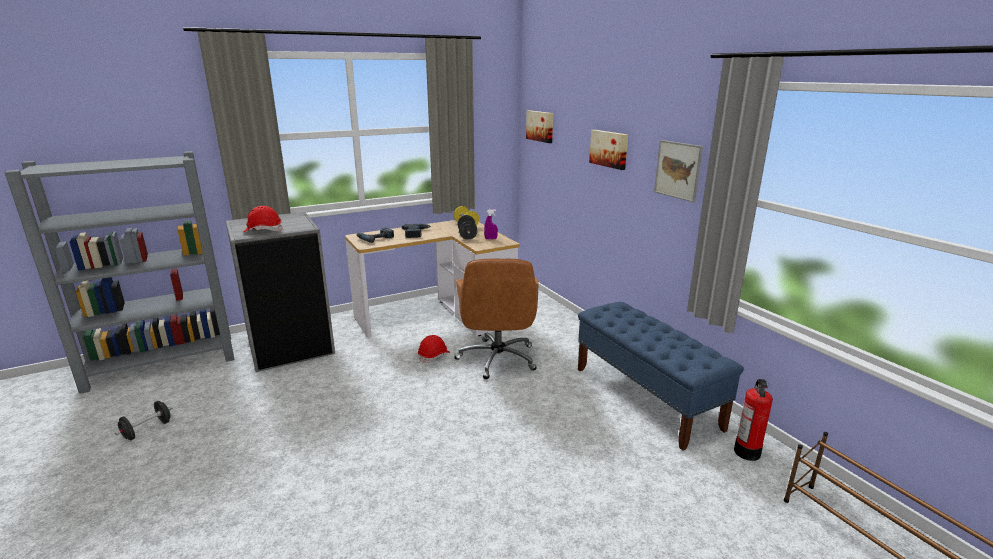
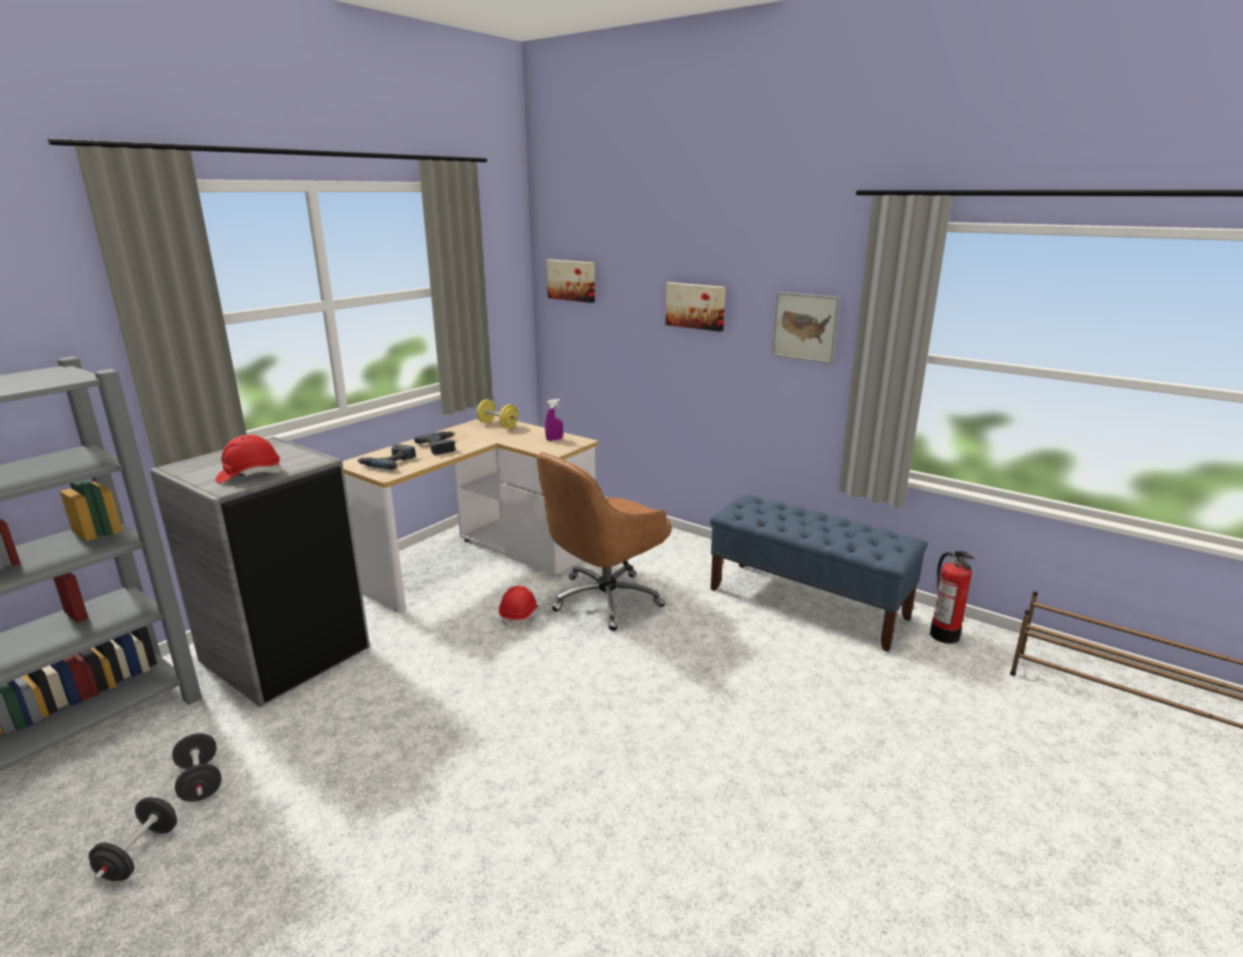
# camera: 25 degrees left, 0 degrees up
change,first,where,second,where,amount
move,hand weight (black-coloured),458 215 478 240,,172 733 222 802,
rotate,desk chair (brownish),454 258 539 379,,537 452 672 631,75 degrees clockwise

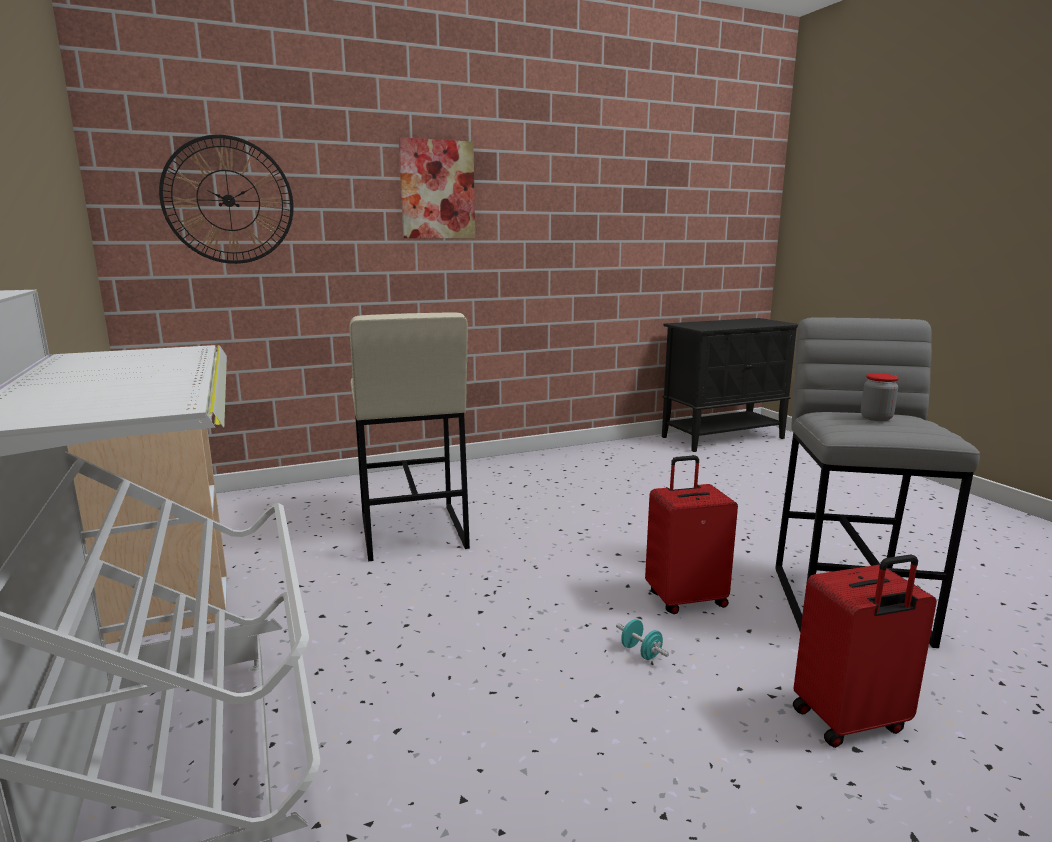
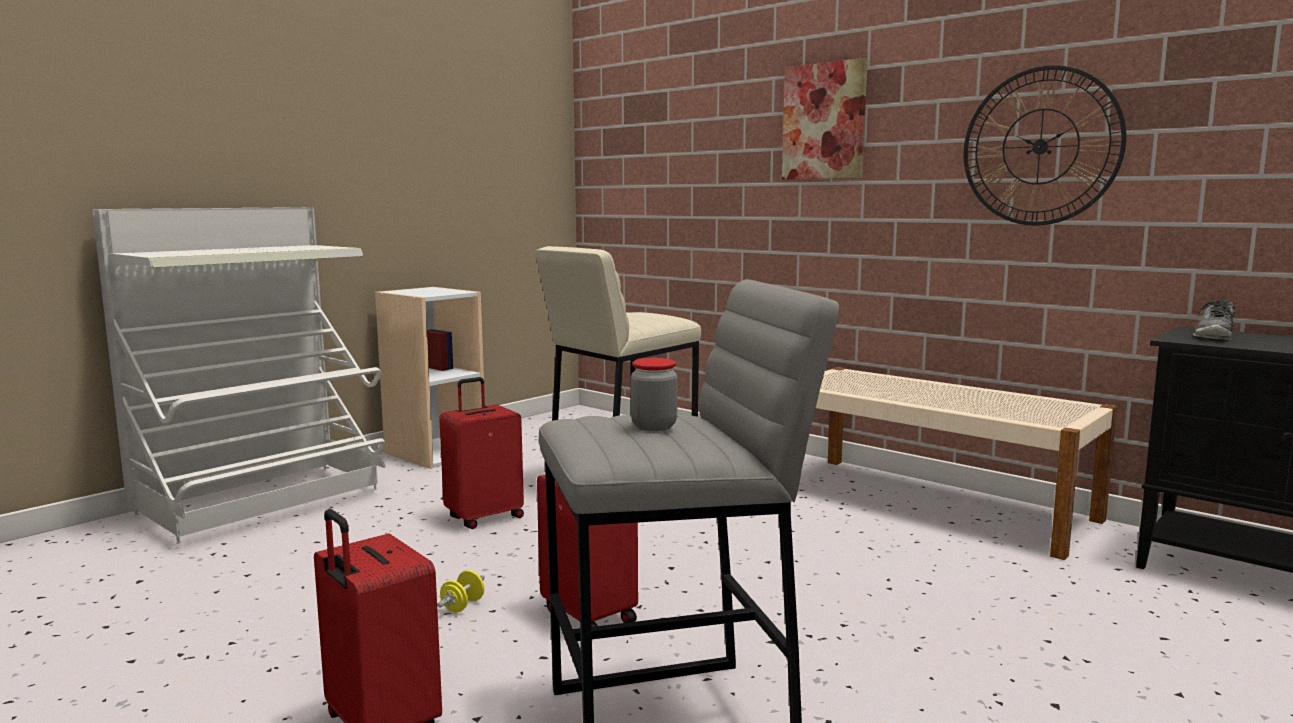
# camera: 65 degrees right, 5 degrees down
change,first,where,second,where,amount
recolor,hand weight (blue-green),616 619 669 660,hand weight (yellowish),437 570 485 612,
insert,,,piece of luggage (red-coloured),439 377 524 529,
insert,,,bench (beige),816 367 1117 560,
move,hanging clock,159 135 294 264,,963 65 1127 226,
insert,,,shoe,1193 299 1235 340,

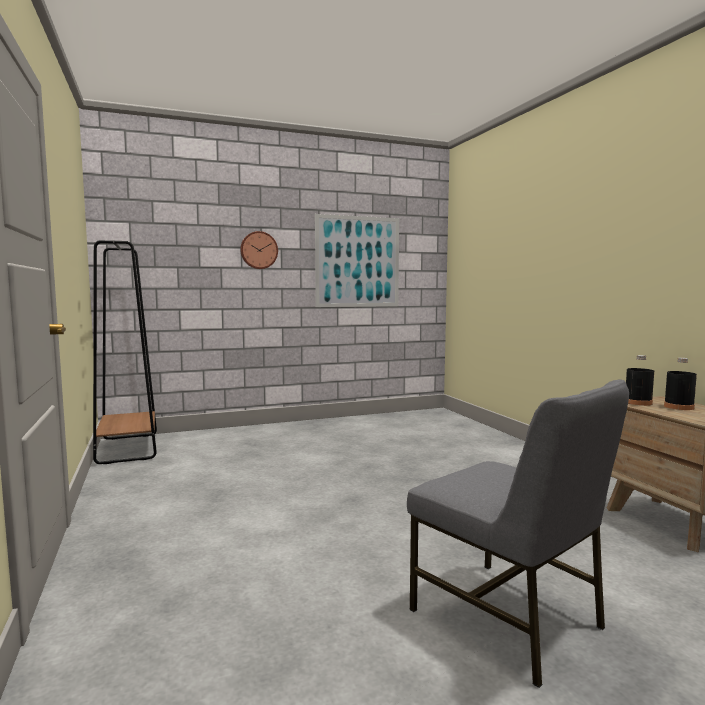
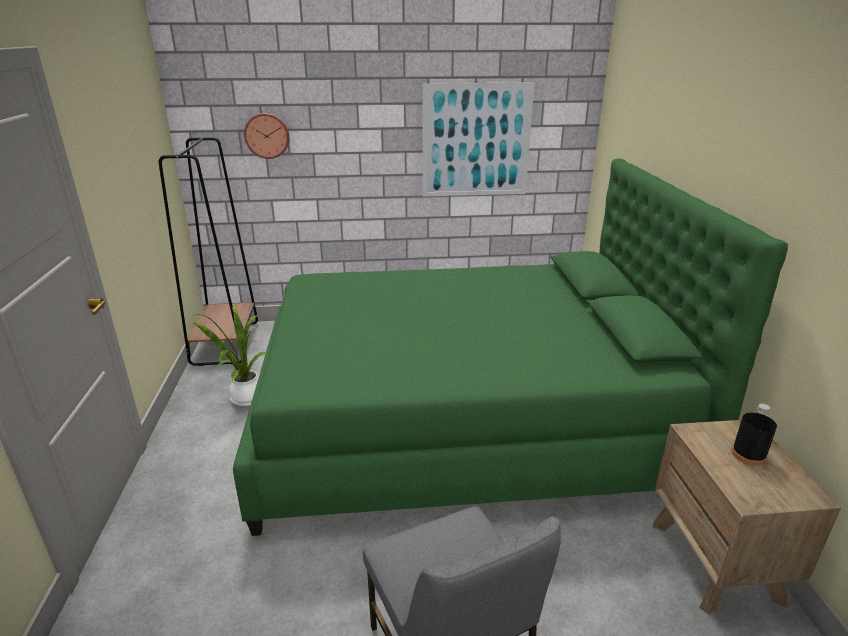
# camera: 15 degrees right, 20 degrees up
change,first,where,second,where,amount
insert,,,plant in a pot,193 305 266 406,
insert,,,sleeping bed (green),233 158 788 536,
move,hanging clock,240 231 278 269,,244 113 290 159,
delete,bottle (black-coloured),626 355 654 406,,,

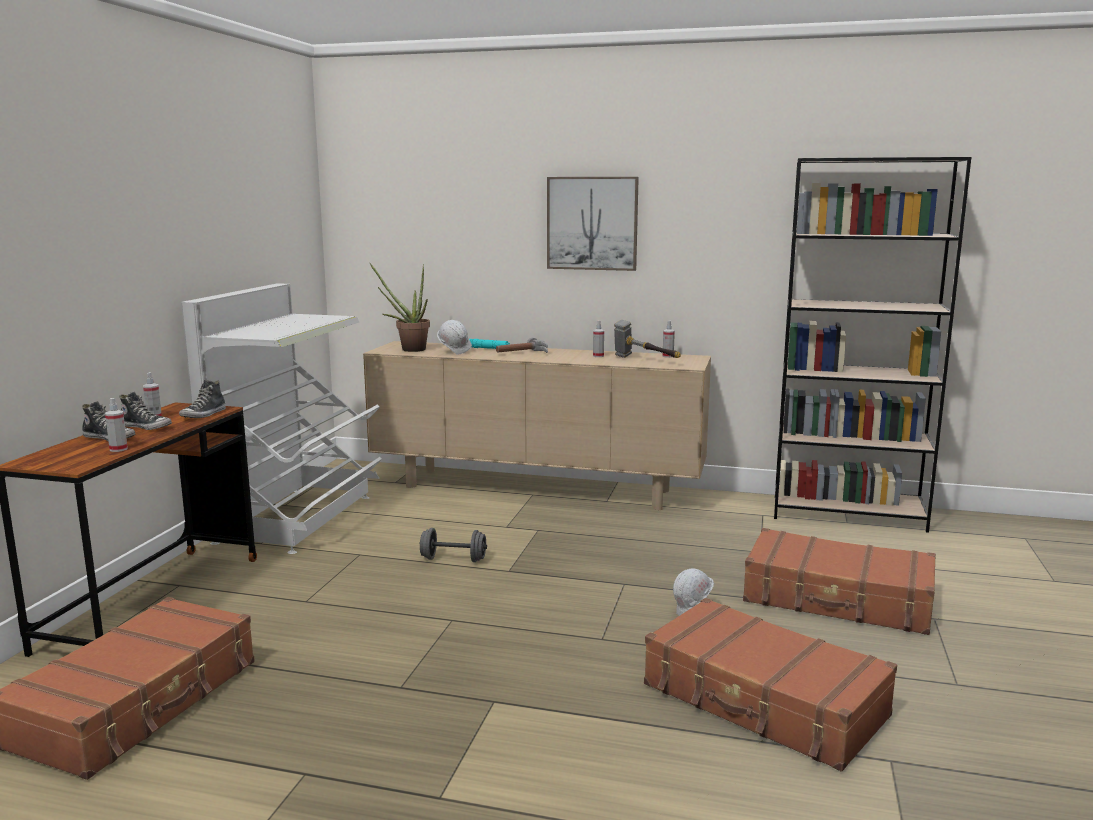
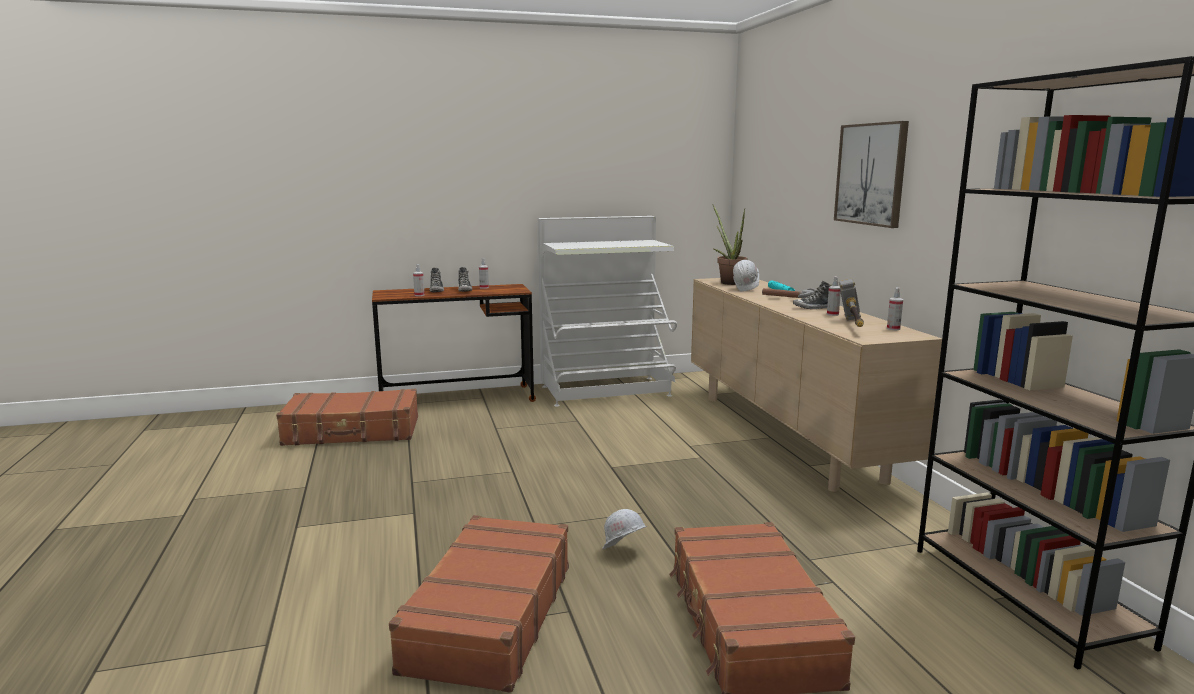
# camera: 60 degrees right, 0 degrees up
change,first,where,second,where,amount
move,shoe,179 380 226 418,,793 281 833 309,
delete,hand weight (grey),420 528 487 562,,,

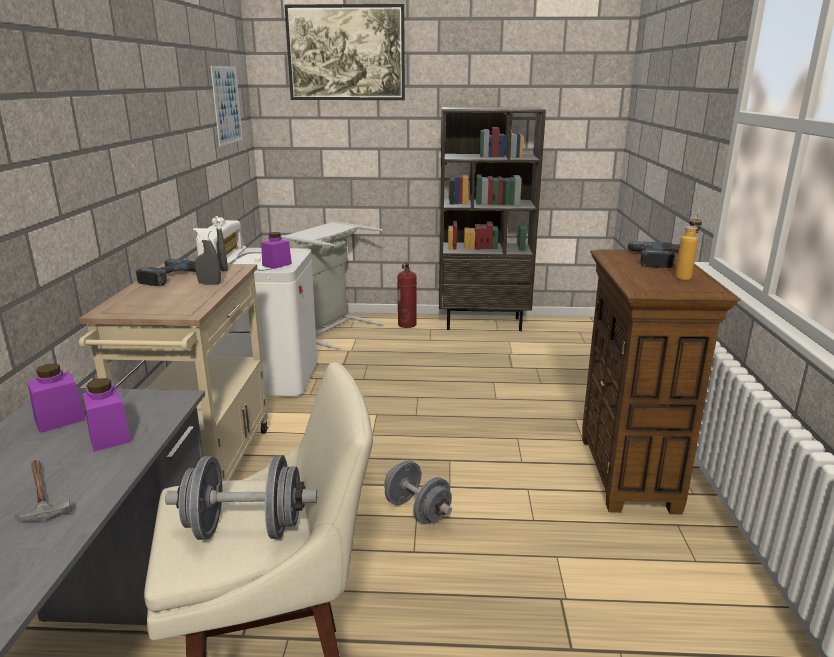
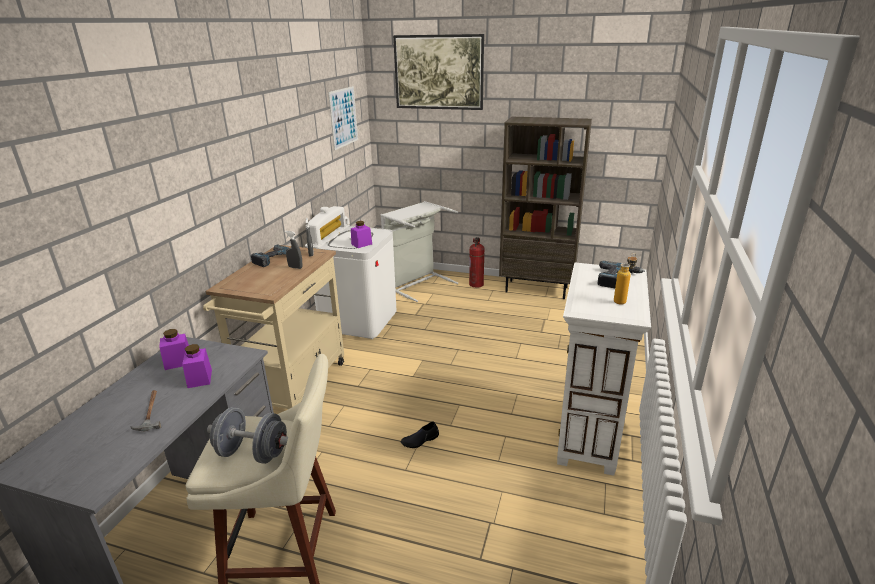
# camera: 15 degrees right, 5 degrees up
change,first,where,second,where,amount
replace,hand weight (grey),384 460 452 524,shoe (black-coloured),401 422 439 448,
recolor,cupboard (brownish),582 249 741 515,cupboard (white-coloured),557 262 651 476,

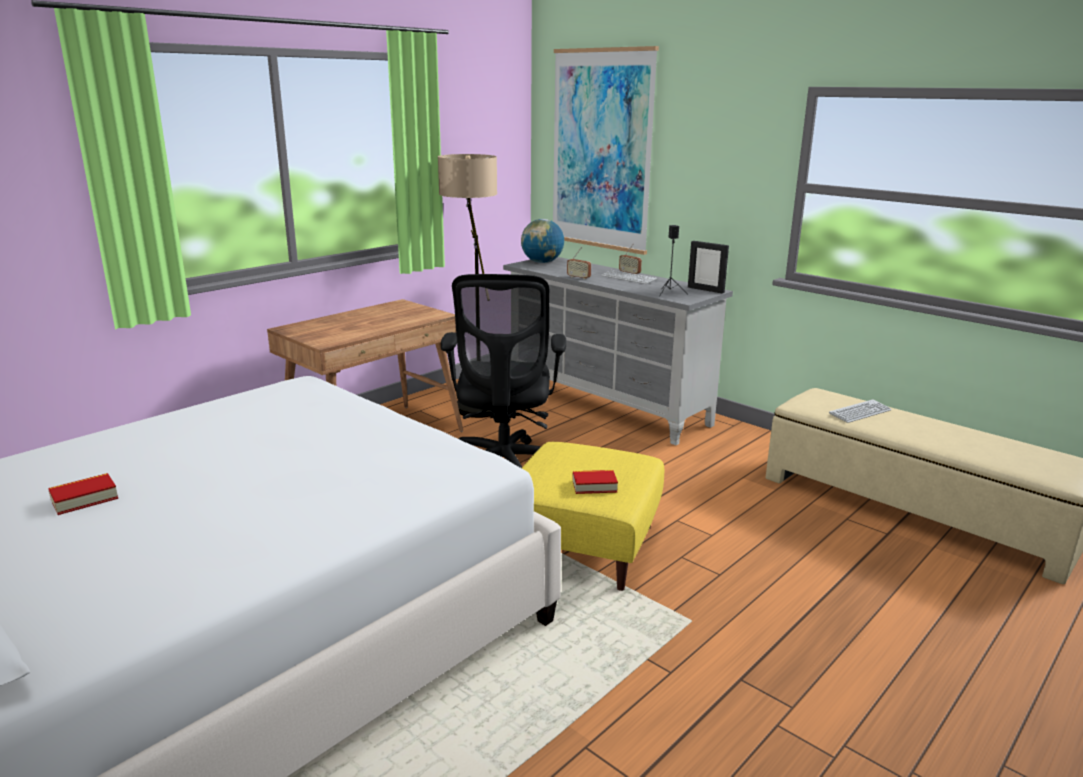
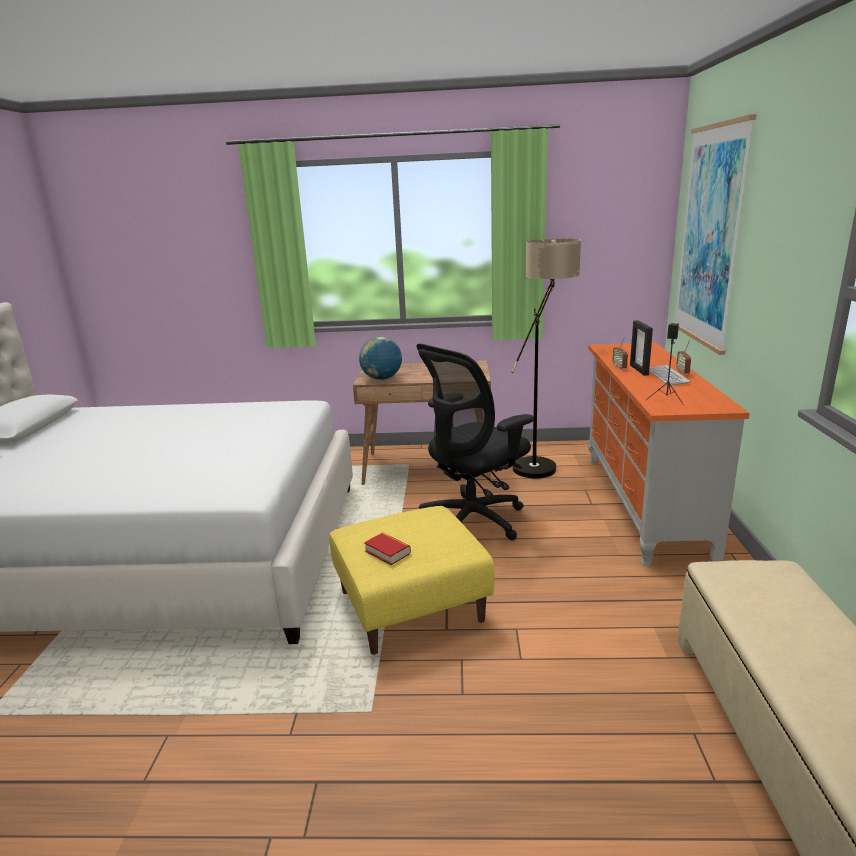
# camera: 50 degrees right, 0 degrees up
change,first,where,second,where,amount
move,globe,521 219 564 263,,359 336 402 380,
recolor,drawer chest (grey),503 257 733 445,drawer chest (orangey),588 342 750 566,
move,photo frame,688 241 729 293,,630 320 653 376,
delete,book,48 473 118 515,,,
delete,PC keyboard,829 399 892 423,,,

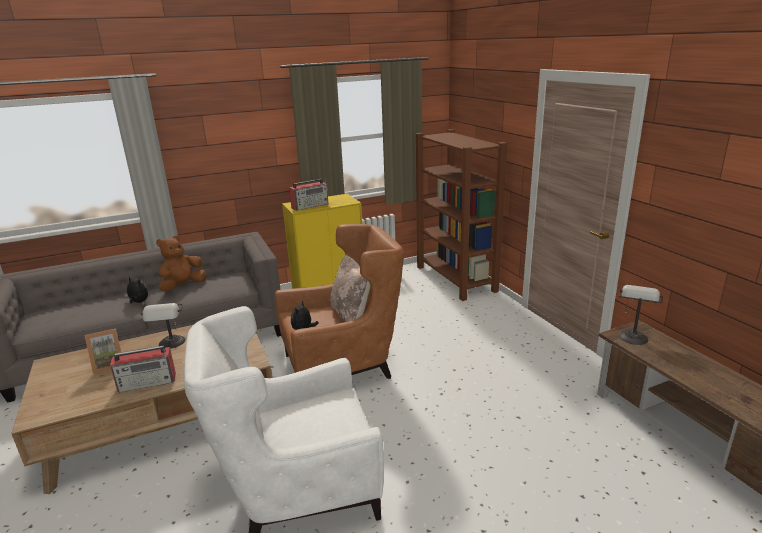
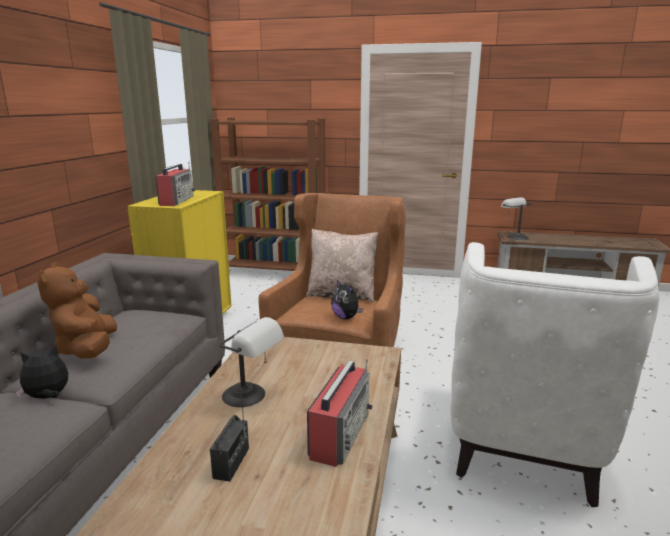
# camera: 55 degrees left, 5 degrees down
change,first,where,second,where,amount
replace,photo frame,84 329 121 374,radio,210 388 249 482,

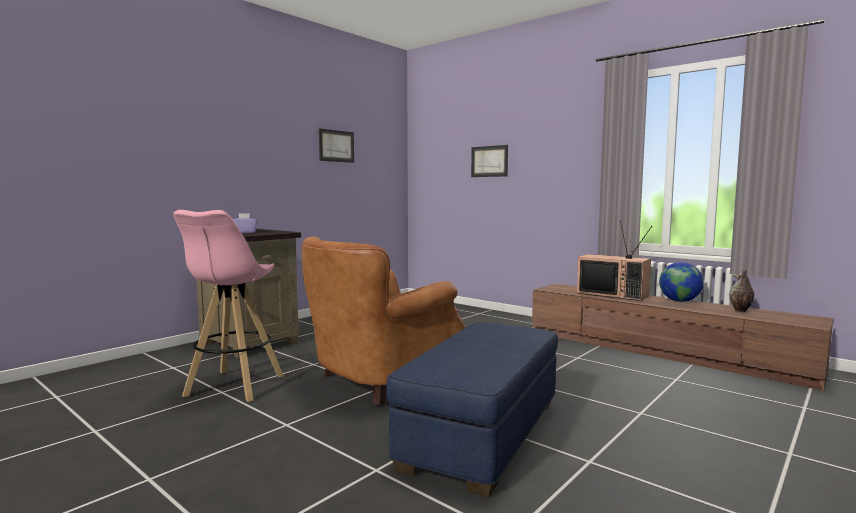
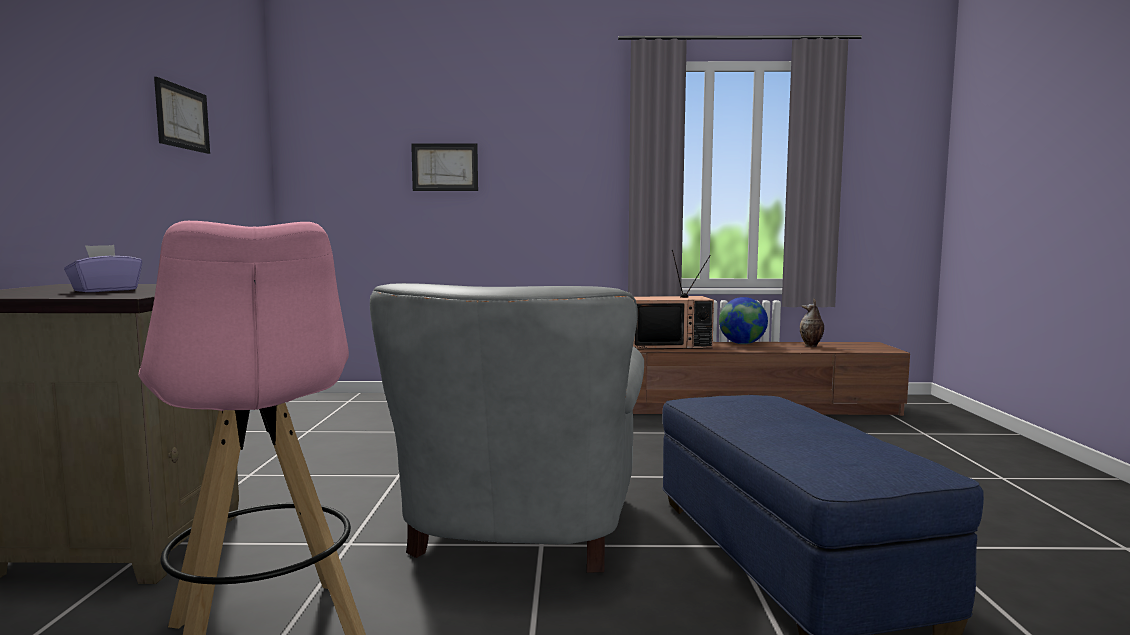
# camera: 40 degrees left, 0 degrees up
change,first,where,second,where,amount
recolor,armchair (brownish),302 236 465 406,armchair (grey),370 283 644 573,

